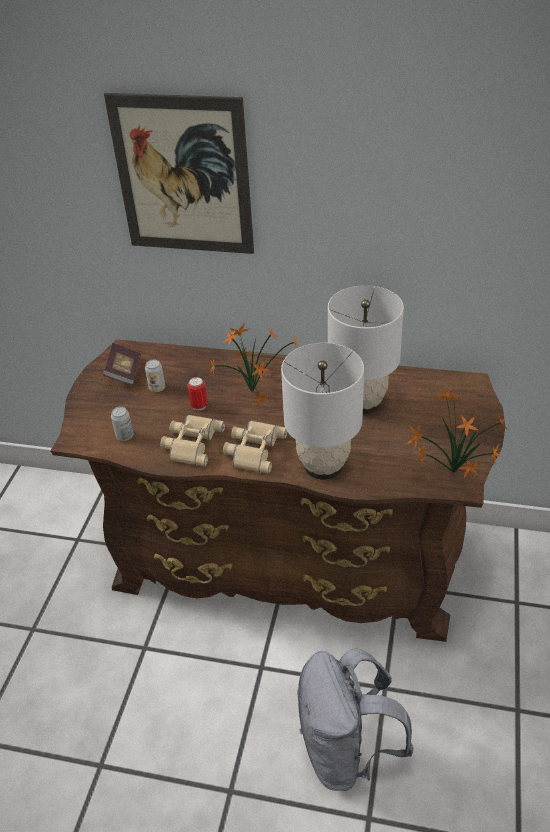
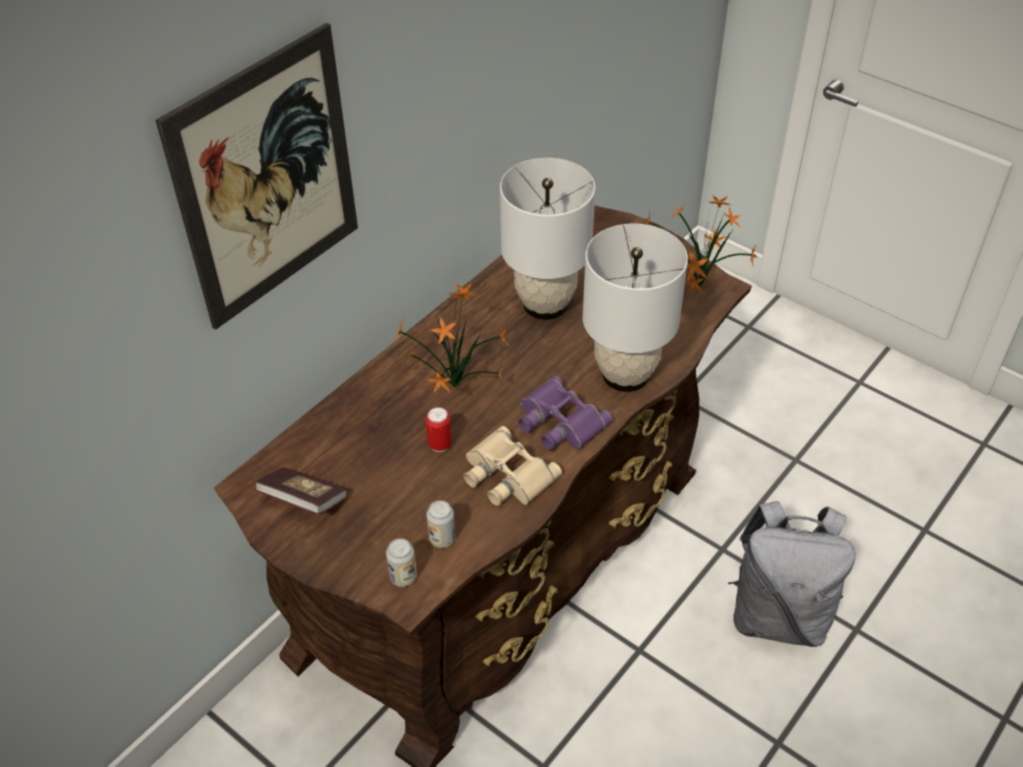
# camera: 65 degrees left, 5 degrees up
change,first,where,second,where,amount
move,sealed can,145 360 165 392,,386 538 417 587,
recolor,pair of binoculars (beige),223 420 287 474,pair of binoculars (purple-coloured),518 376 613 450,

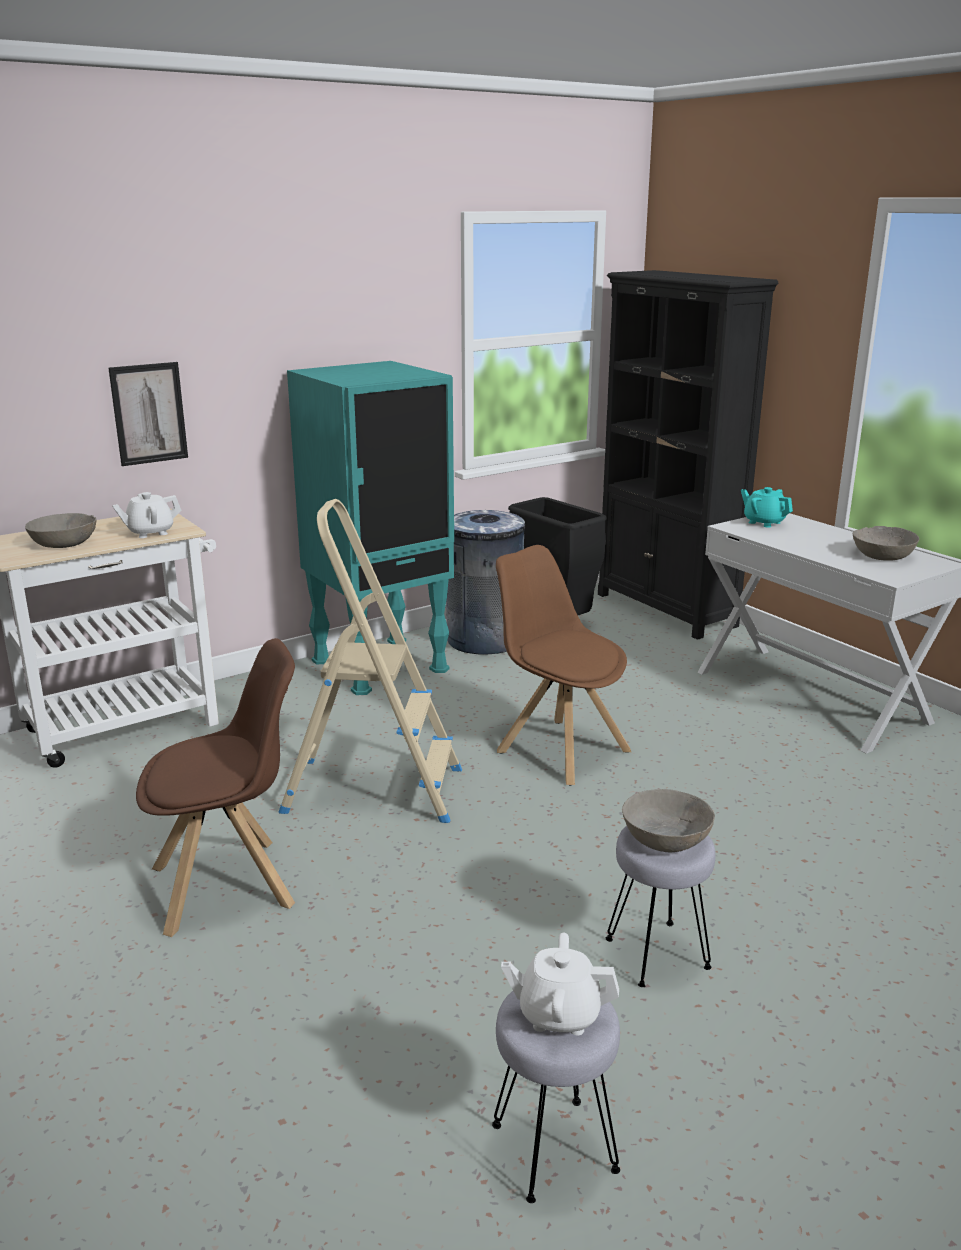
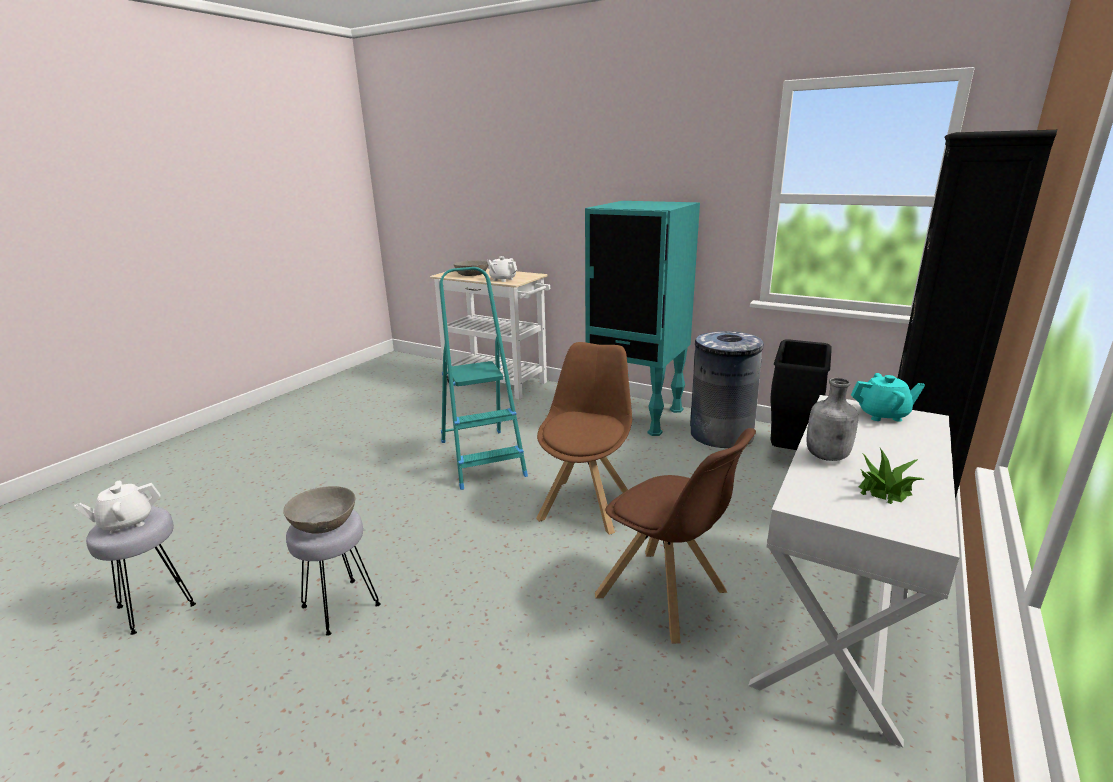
# camera: 65 degrees right, 0 degrees up
change,first,where,second,where,amount
rotate,tea pot (white-coloured),501 933 619 1035,,74 481 161 534,105 degrees counterclockwise
recolor,step ladder (beige),279 499 462 823,step ladder (blue-green),439 267 528 490,
move,plain chair (brownish),136 638 295 937,,595 428 756 644,
insert,,,bottle (grey),807 378 858 461,
rotate,tea pot (blue-green),741 487 793 528,,851 373 925 422,75 degrees clockwise
replace,bowl (grey),853 526 919 561,plant in a pot,859 448 925 504,
delete,wall picture,108 362 188 466,,,

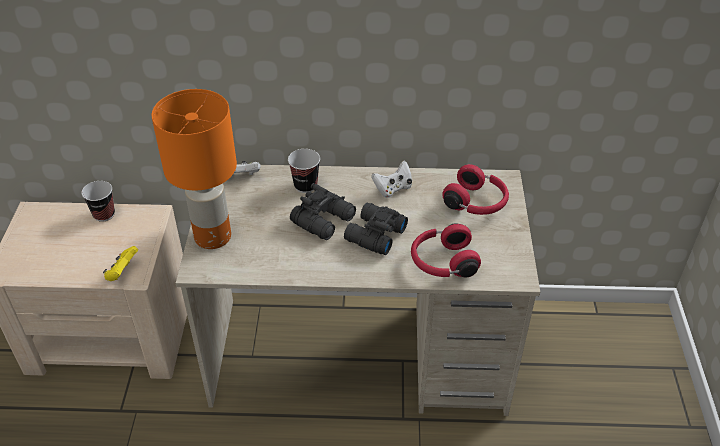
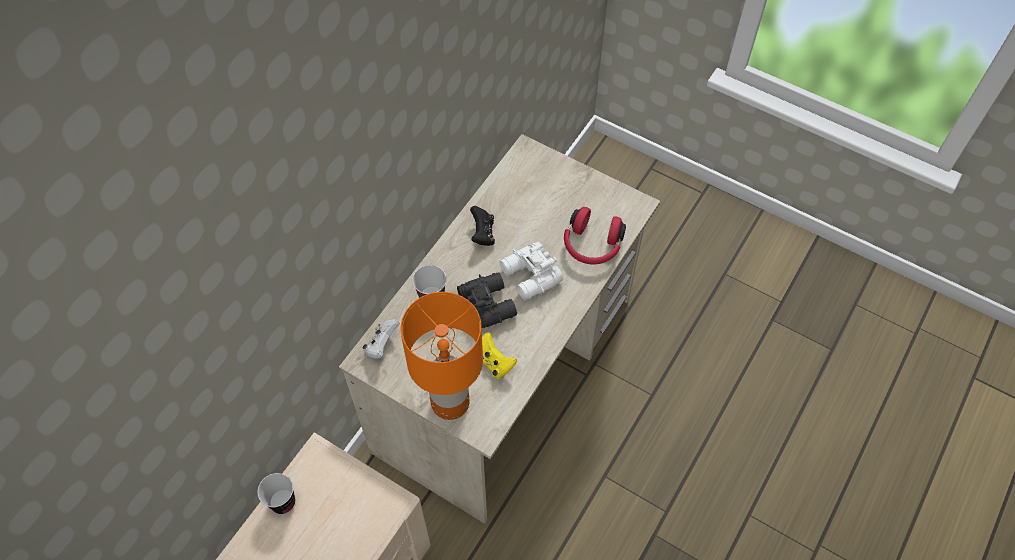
# camera: 60 degrees left, 15 degrees up
change,first,where,second,where,amount
recolor,gamepad (white-coloured),372 161 412 198,gamepad (black-coloured),470 206 495 246,
move,gamepad (yellowish),103 246 138 281,,482 333 517 379,
recolor,pair of binoculars (black-coloured),344 202 408 255,pair of binoculars (white-coloured),500 242 563 300,
delete,headset (red-coloured),442 164 509 215,,,

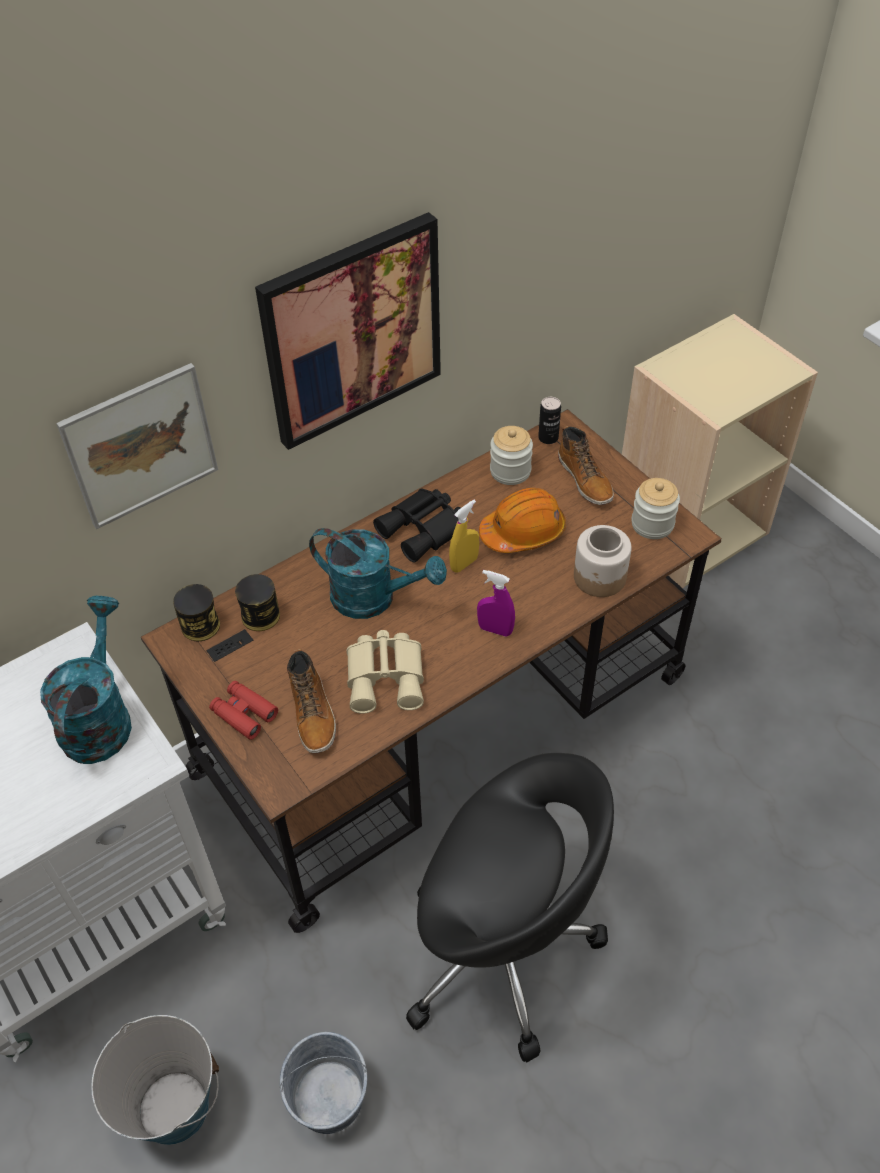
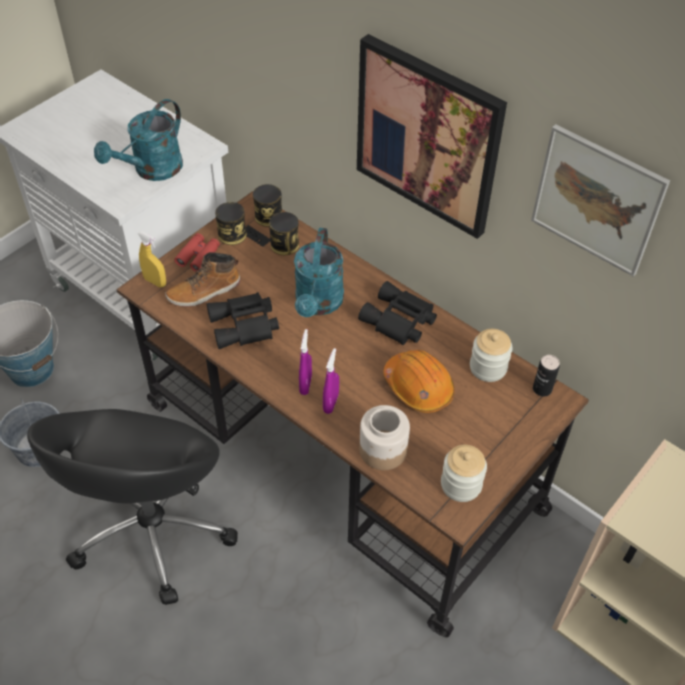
# camera: 75 degrees right, 0 degrees up
change,first,where,second,where,amount
rotate,watering can (blue-green),40 596 132 764,,94 99 183 181,135 degrees clockwise
move,spray bottle (yellowish),449 500 479 572,,138 231 166 288,
recolor,pair of binoculars (beige),347 630 424 714,pair of binoculars (black-coloured),207 292 279 349,
insert,,,sealed can,215 202 247 245,
insert,,,spray bottle (purple-coloured),323 348 339 414,
move,wall picture,56 363 218 529,,531 124 670 277,
delete,high-top boot,558 426 614 505,,,

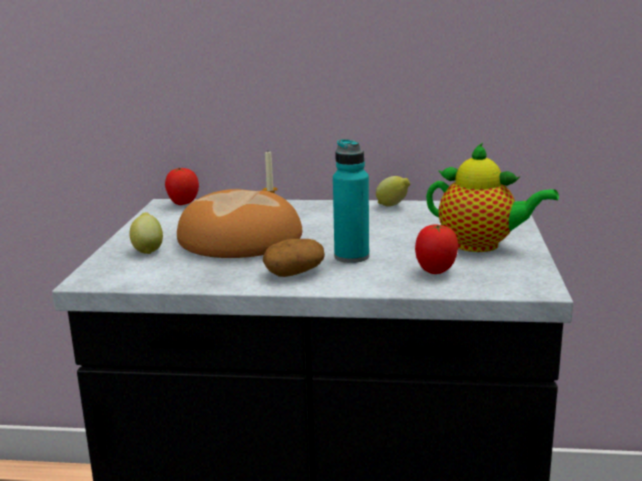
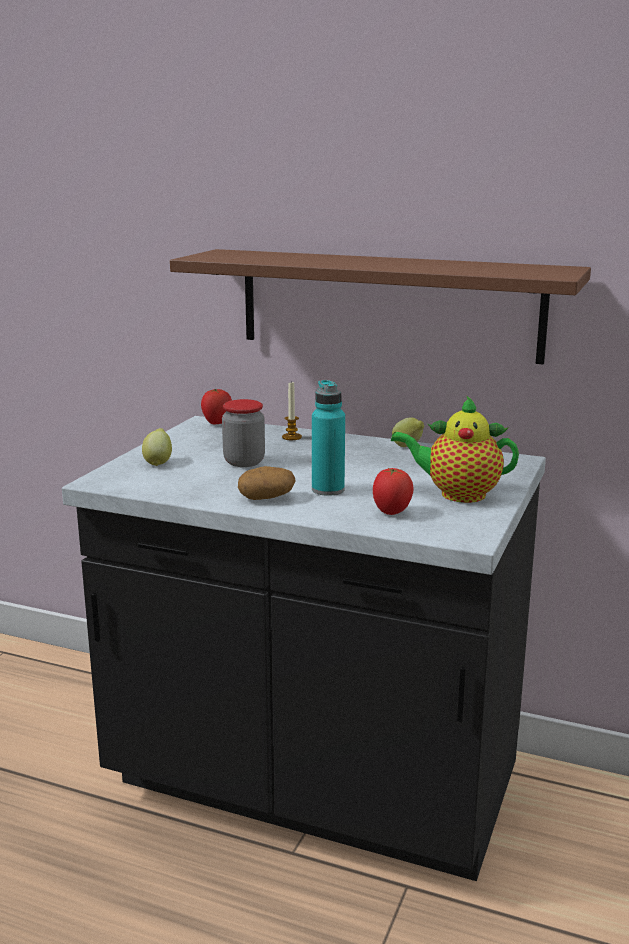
# camera: 15 degrees right, 0 degrees up
change,first,where,second,where,amount
insert,,,shelf (brownish),170 249 591 365,
replace,bakery bread,177 189 302 258,storage jar,222 399 265 467,
rotate,tea pot,426 143 559 252,,391 395 519 503,150 degrees clockwise

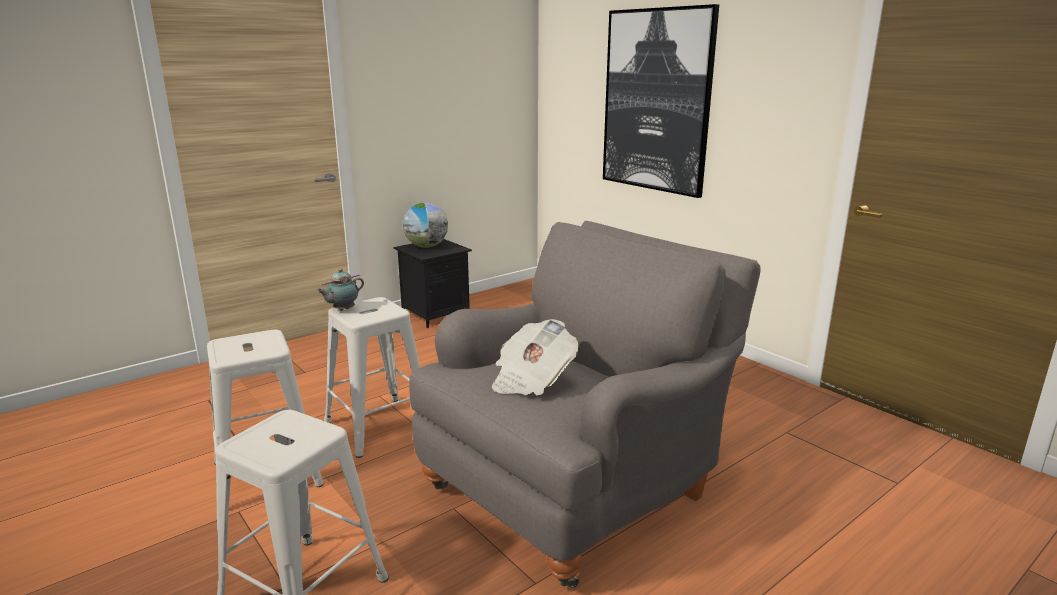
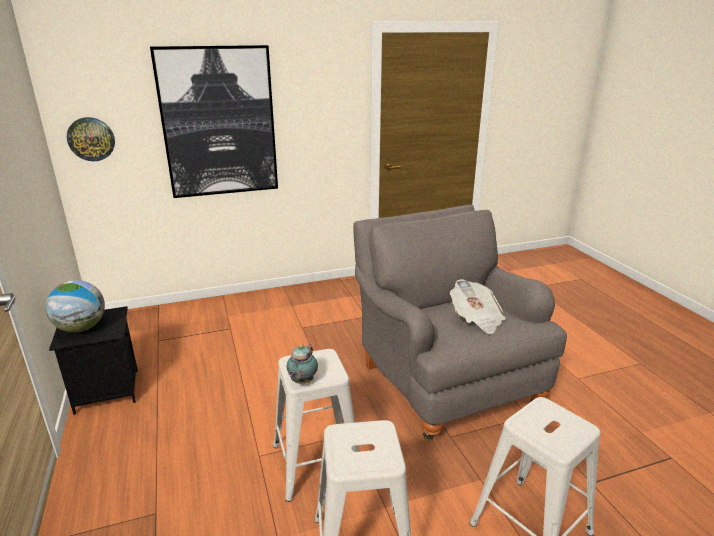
# camera: 70 degrees left, 5 degrees up
change,first,where,second,where,amount
insert,,,hanging clock,67 117 115 161,
rotate,tea pot,317 268 364 311,,287 344 318 384,45 degrees clockwise

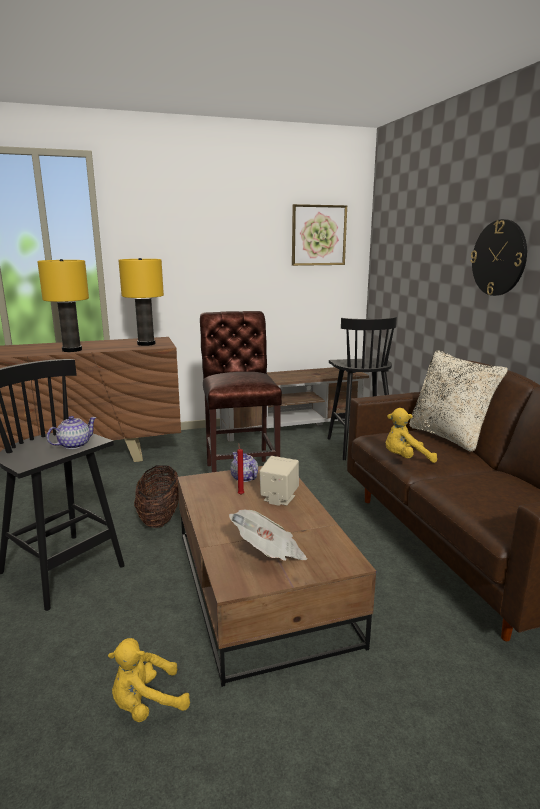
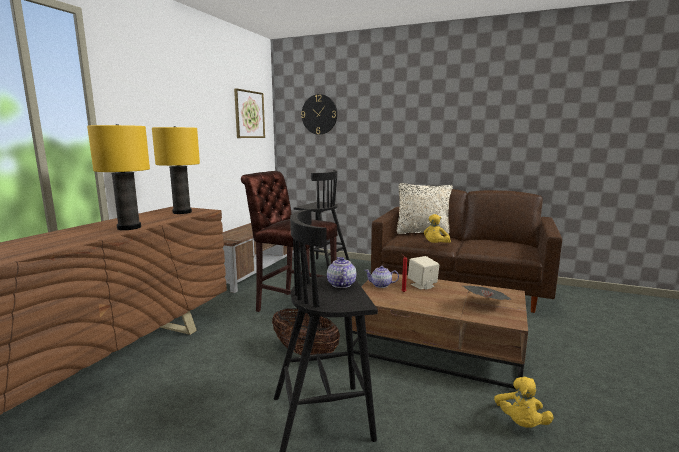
# camera: 50 degrees left, 5 degrees down
change,first,where,second,where,amount
move,hanging clock,470 219 527 296,,301 94 337 135,

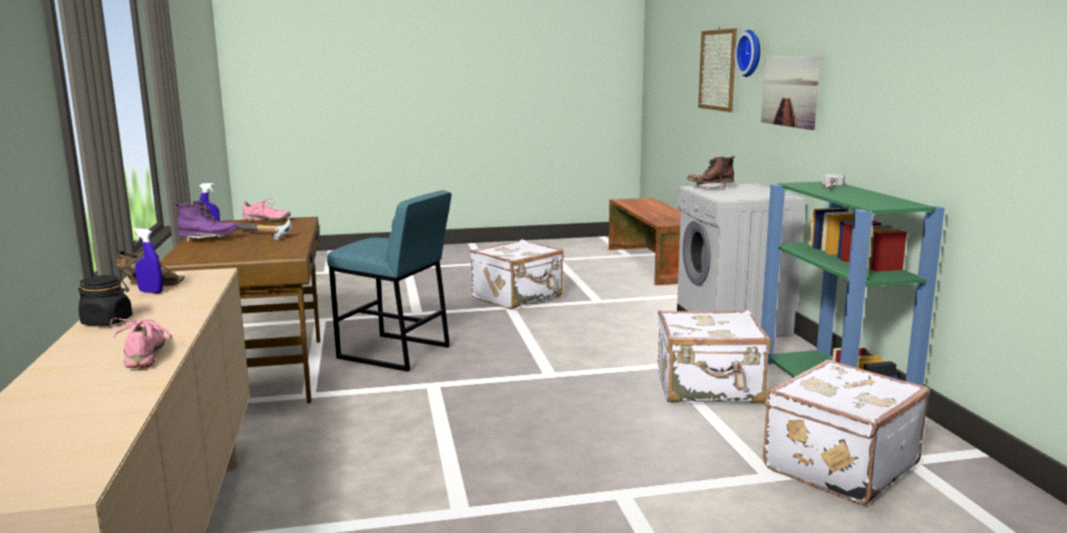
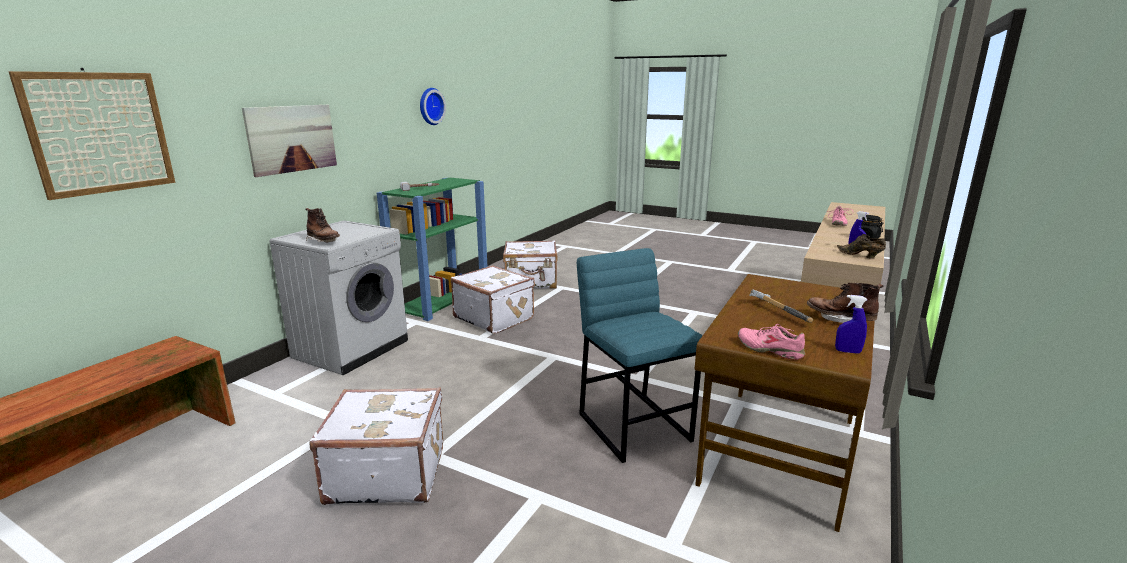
# camera: 140 degrees left, 5 degrees up
change,first,where,second,where,amount
move,hanging clock,735 30 760 77,,420 88 446 125,
recolor,high-top boot (purple-coloured),175 201 239 242,high-top boot (brownish),807 283 884 323,

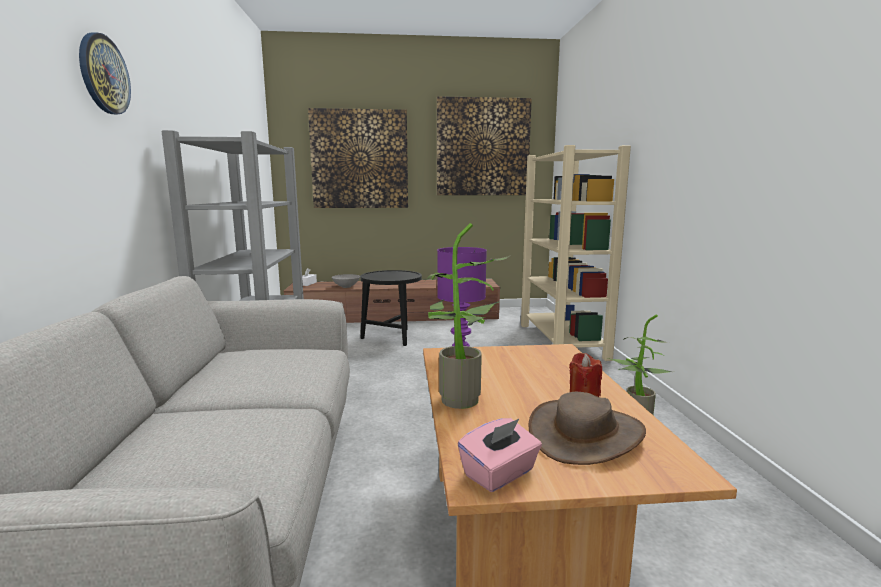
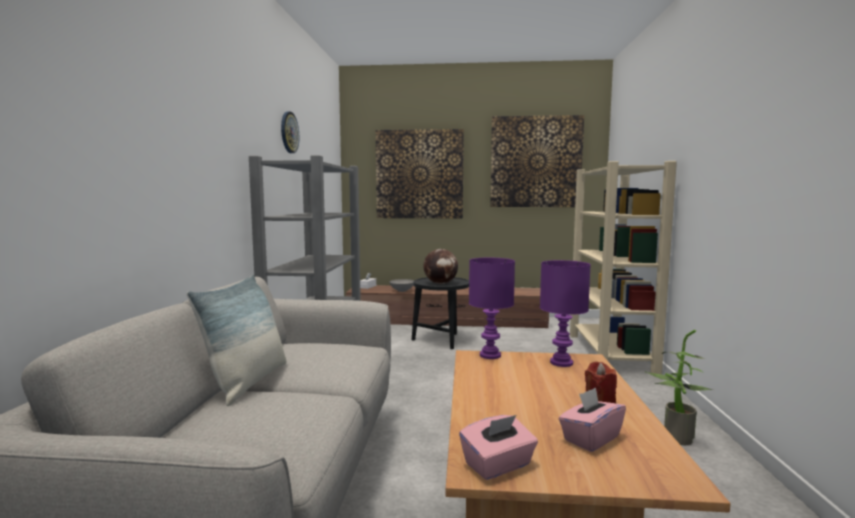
# camera: 10 degrees right, 5 degrees down
change,first,where,second,where,amount
insert,,,pillow,187 275 287 406,
move,hanging clock,79 32 131 114,,281 111 299 153,
insert,,,globe,423 249 458 284,
insert,,,tabletop lamp (purple-coloured),540 260 591 367,
replace,hat (brownish),529 392 646 465,tissue holder (pink-coloured),559 387 626 452,
delete,plant in a pot,425 223 511 409,,,

